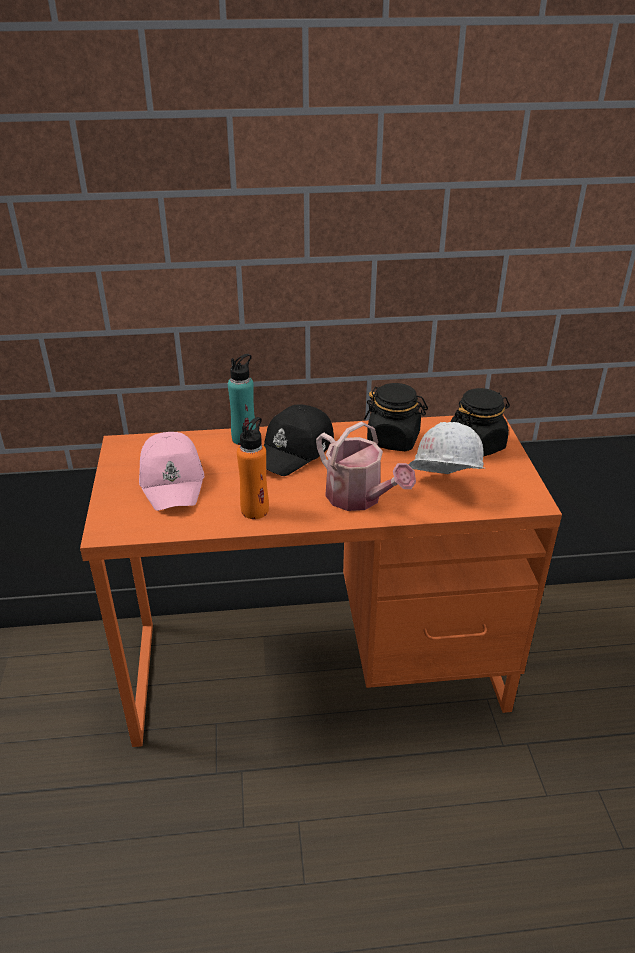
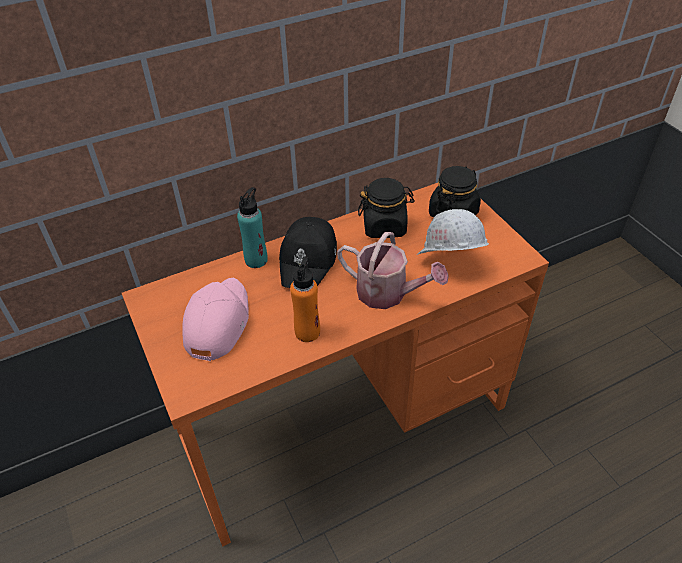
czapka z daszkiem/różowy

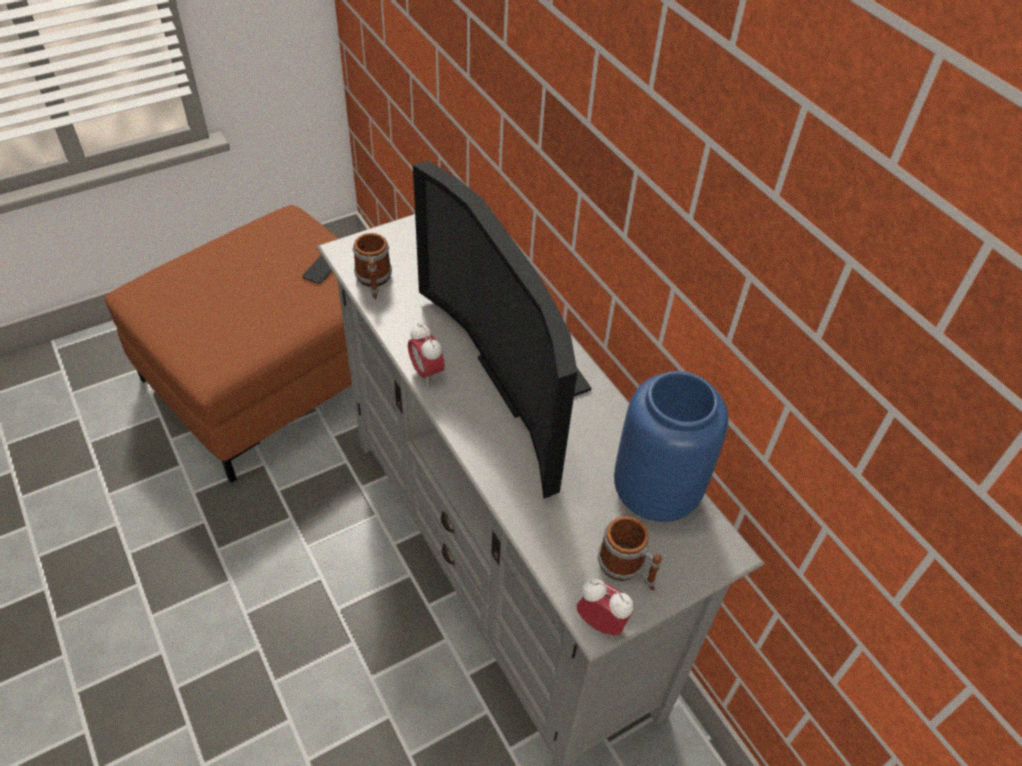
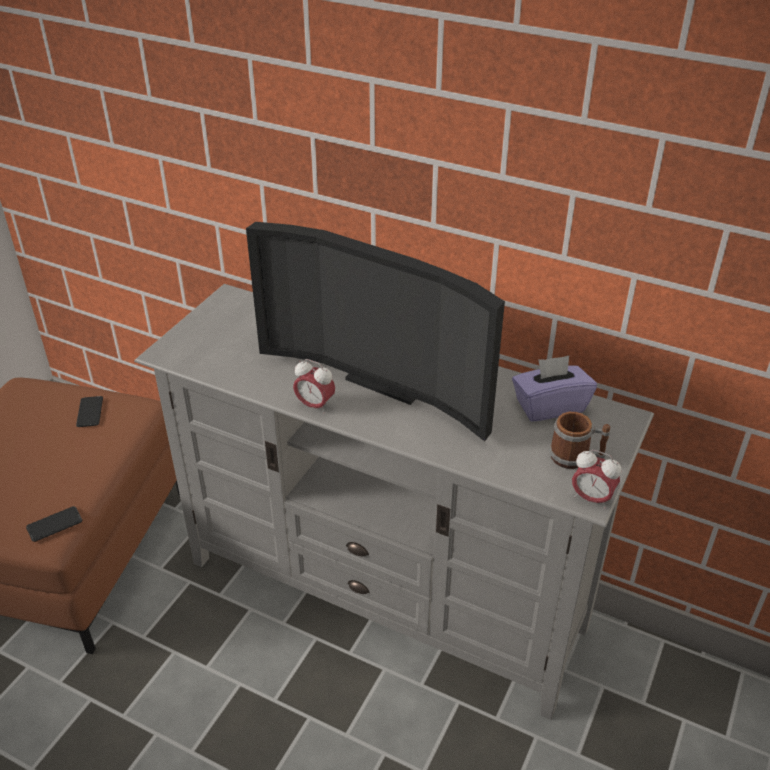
kubek (no. 1 from left in the first image)
pudełko chusteczek/fioletowy
budzik (no. 2 from left)
telefon (no. 1 from left)

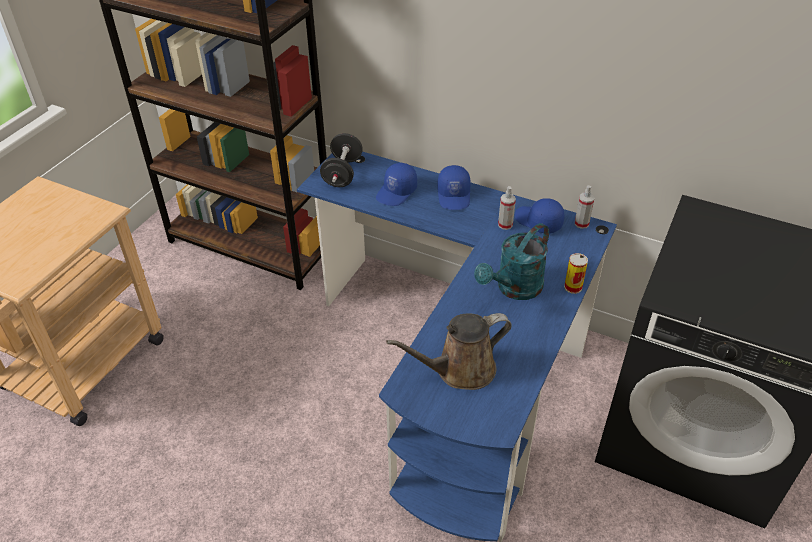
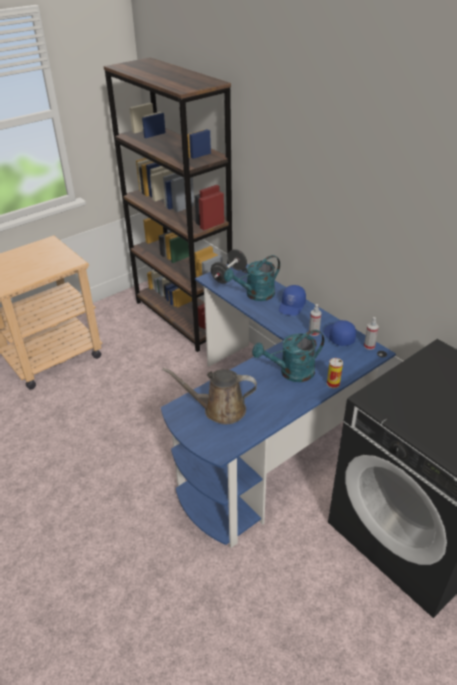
konewka/turkusowy (no. 1 from left)

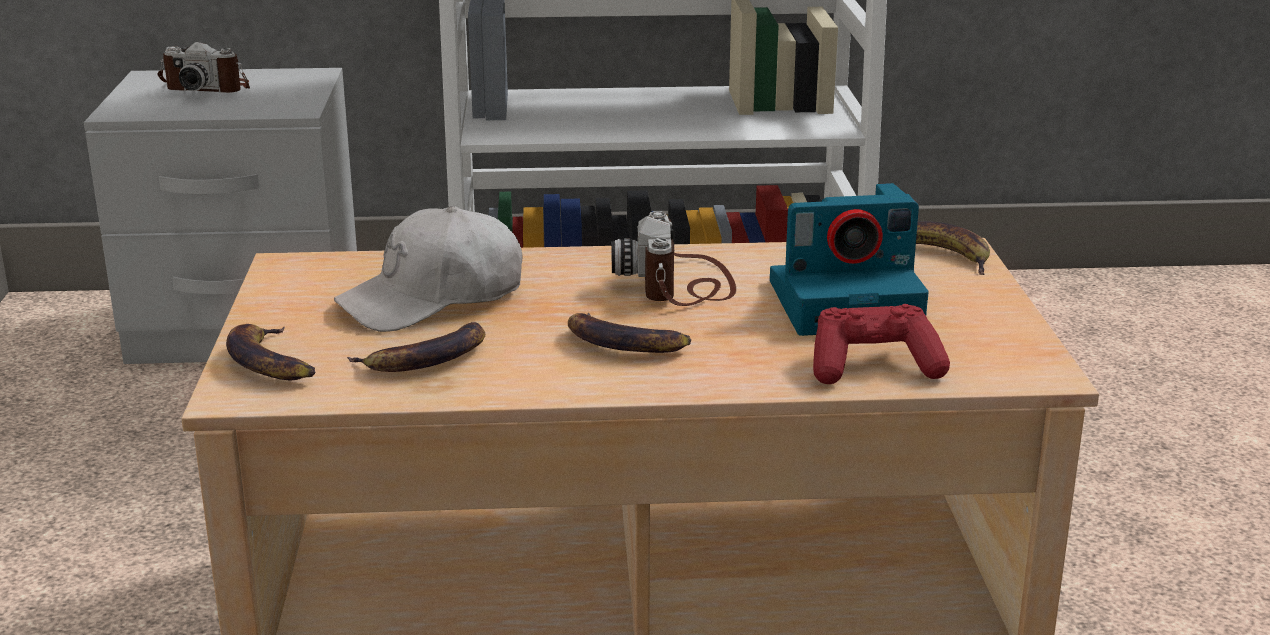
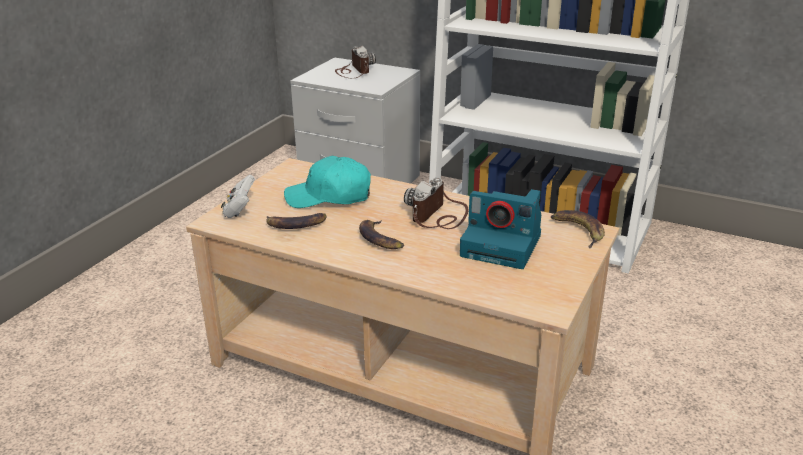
aparat fotograficzny (no. 1 from left)
czapka z daszkiem/turkusowy
pad do gier/czerwony
pad do gier/biały

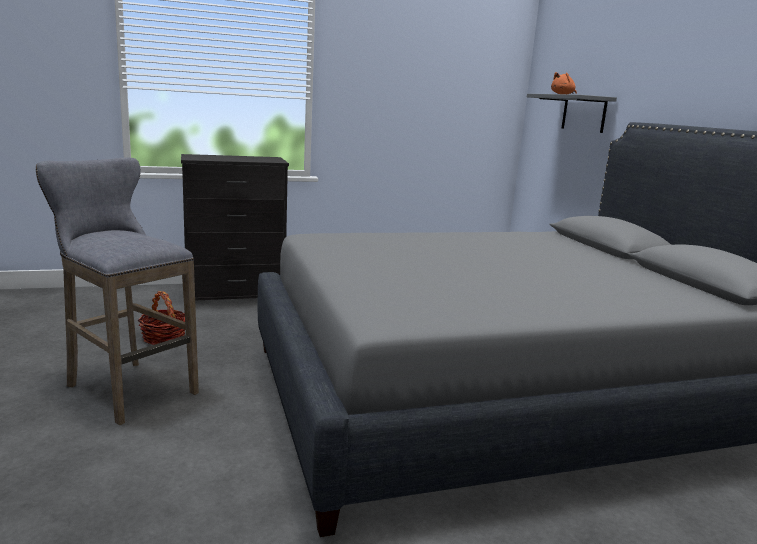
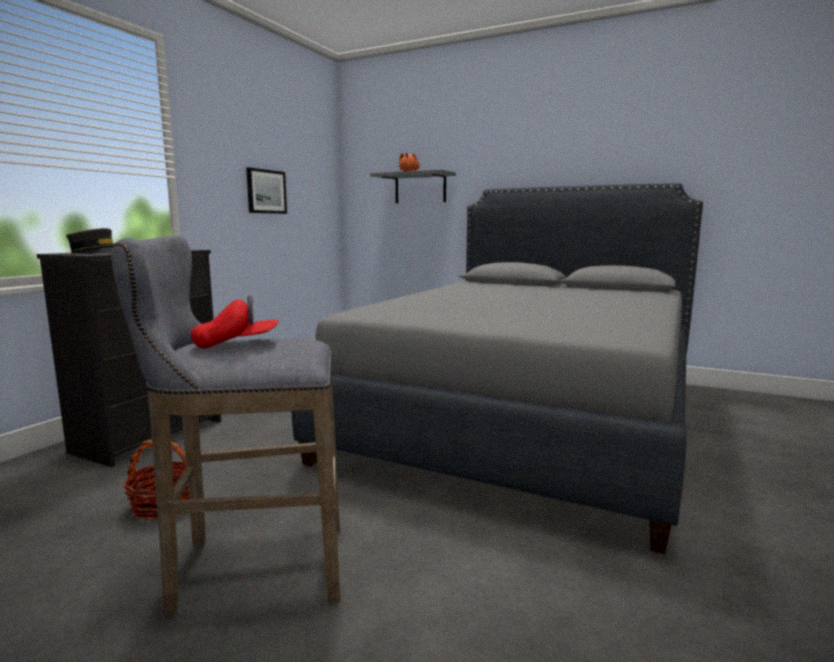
obraz
czapka z daszkiem/szary
czapka z daszkiem/czerwony

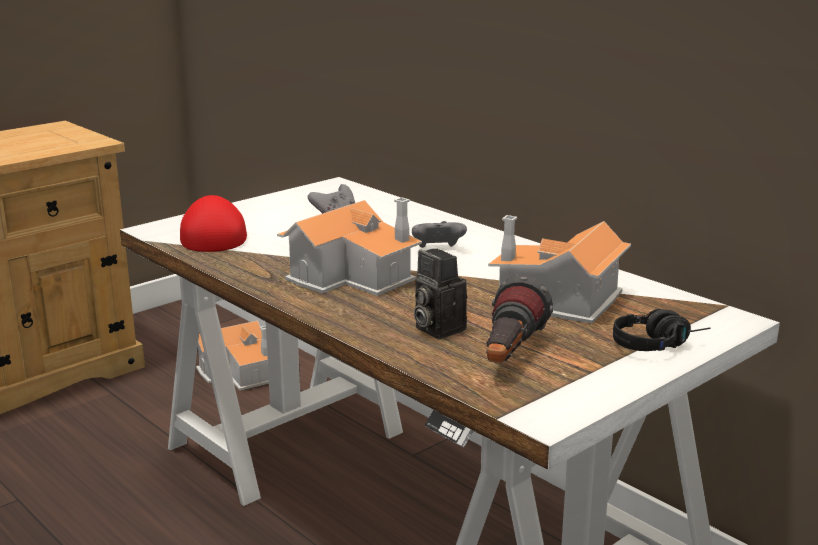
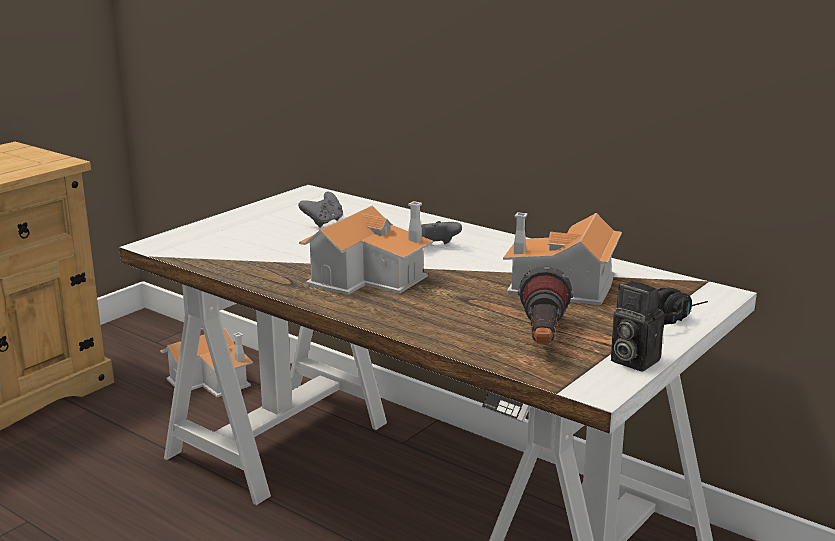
czapka z daszkiem/czerwony
aparat fotograficzny

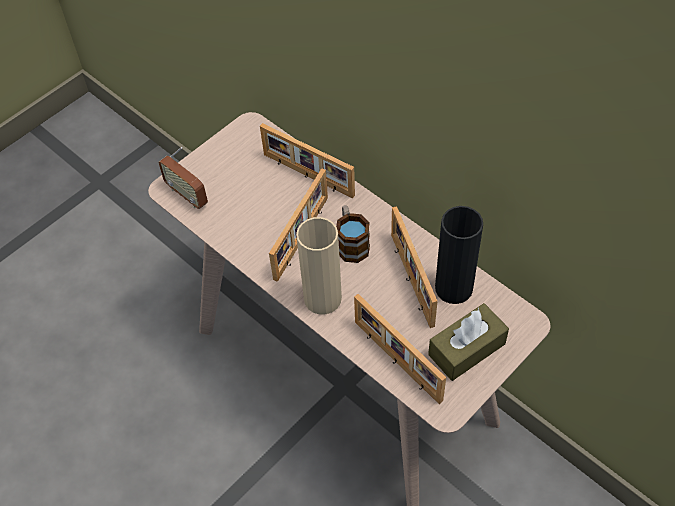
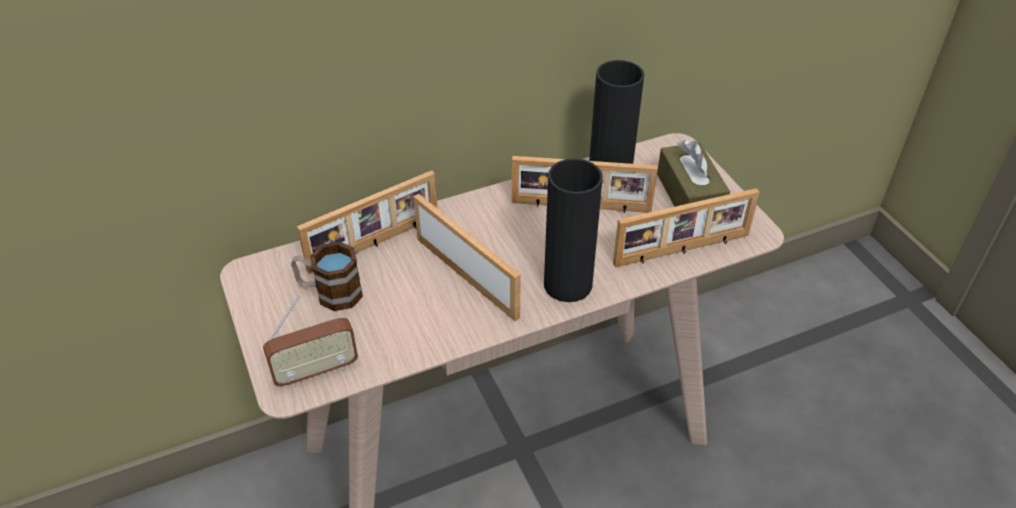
kubek
wazon/czarny (no. 1 from left)

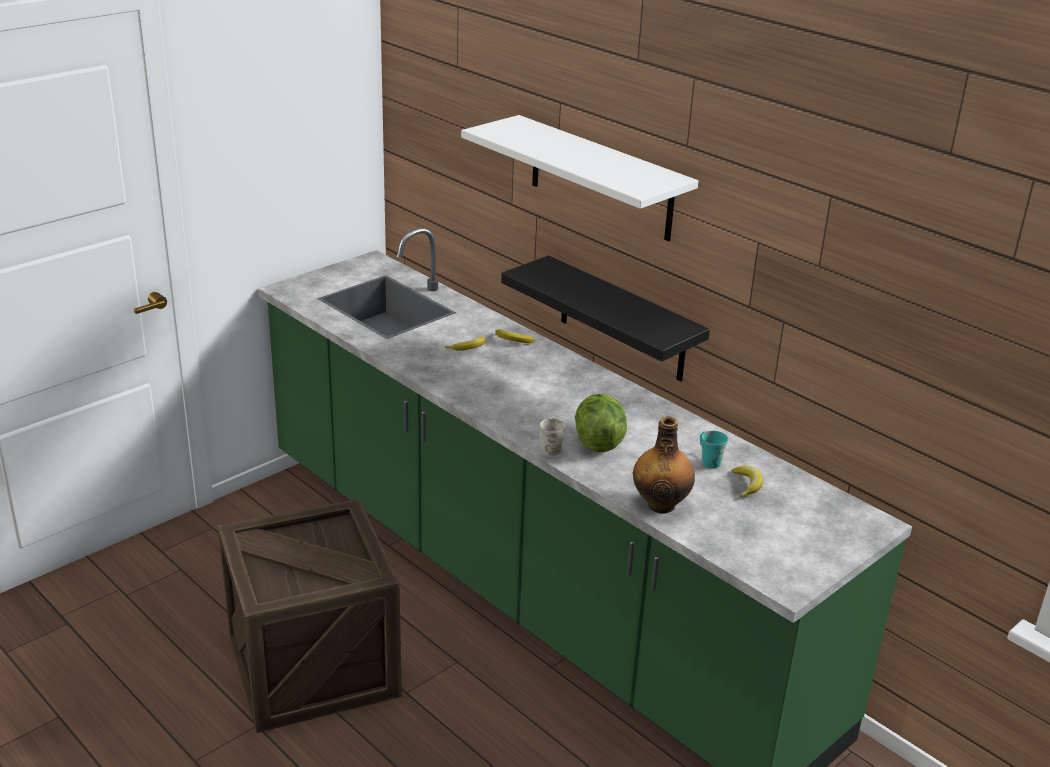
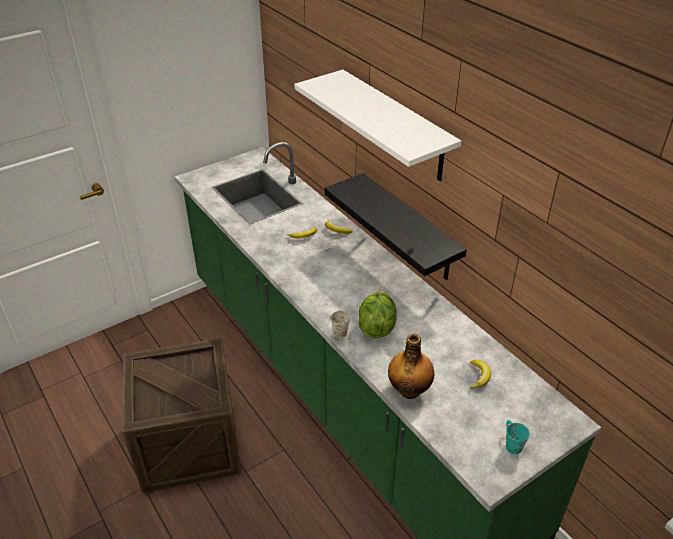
kubek/turkusowy

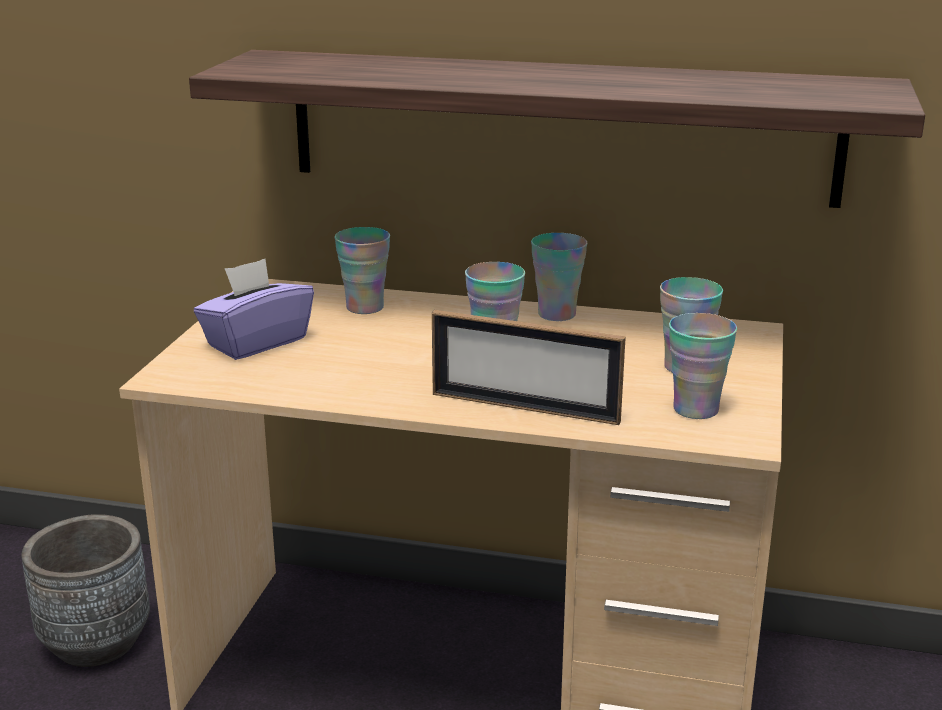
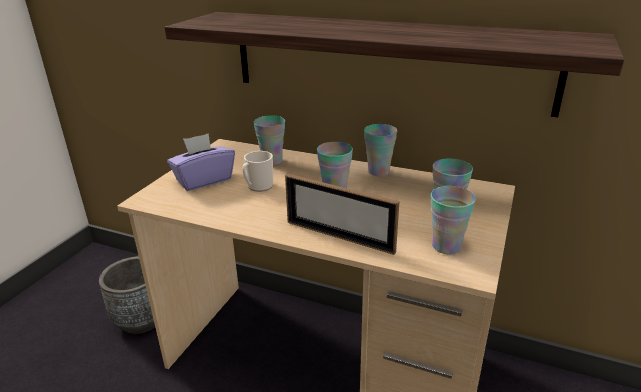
kubek

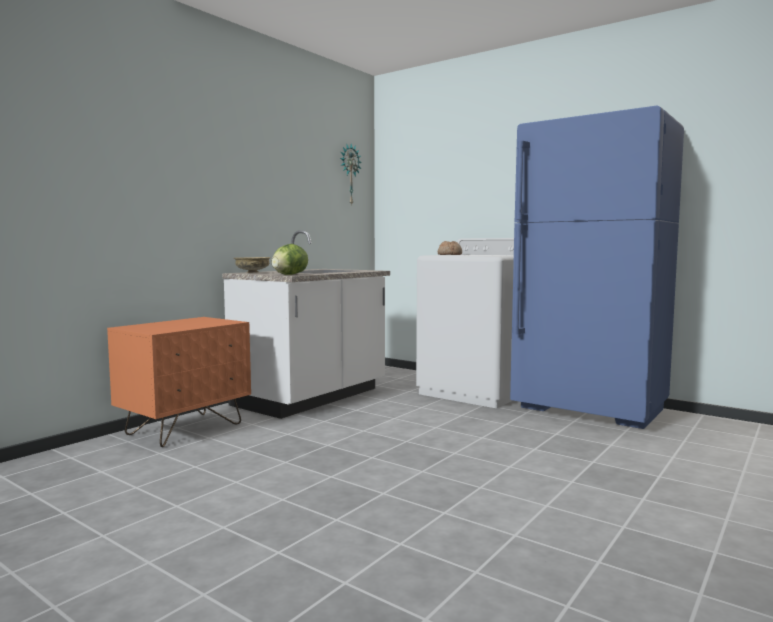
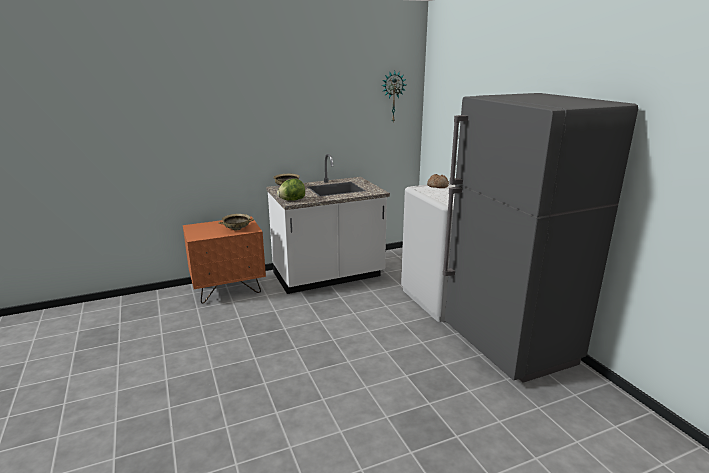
lodówka/szary
miska/beżowy (no. 1 from left)

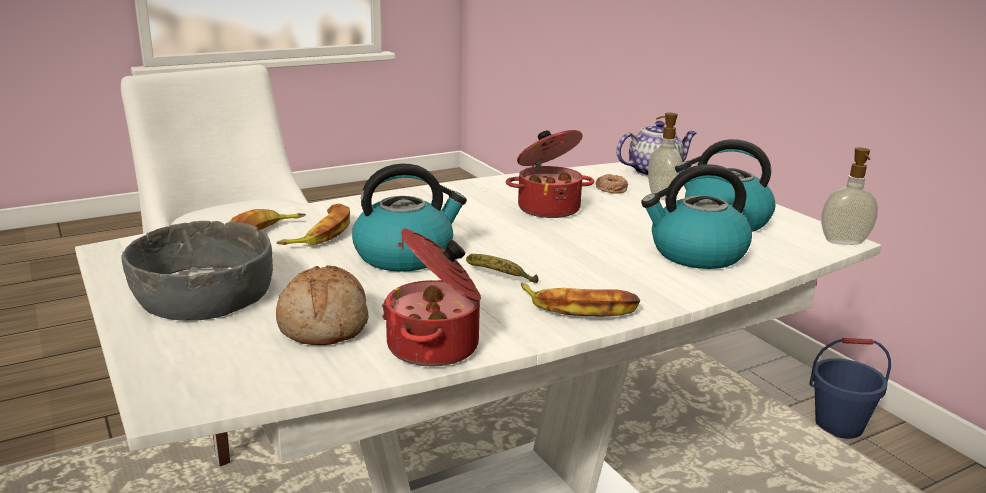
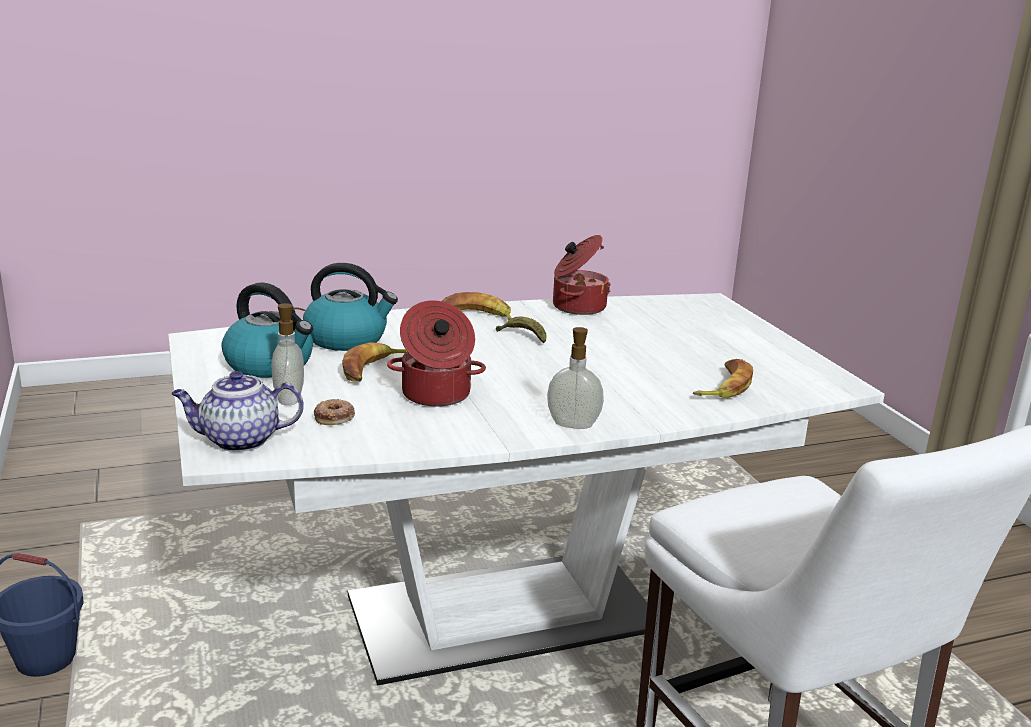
dozownik mydła (no. 2 from left)
czajnik (no. 1 from left in the first image)
banan (no. 1 from left)
miska/szary
chleb

